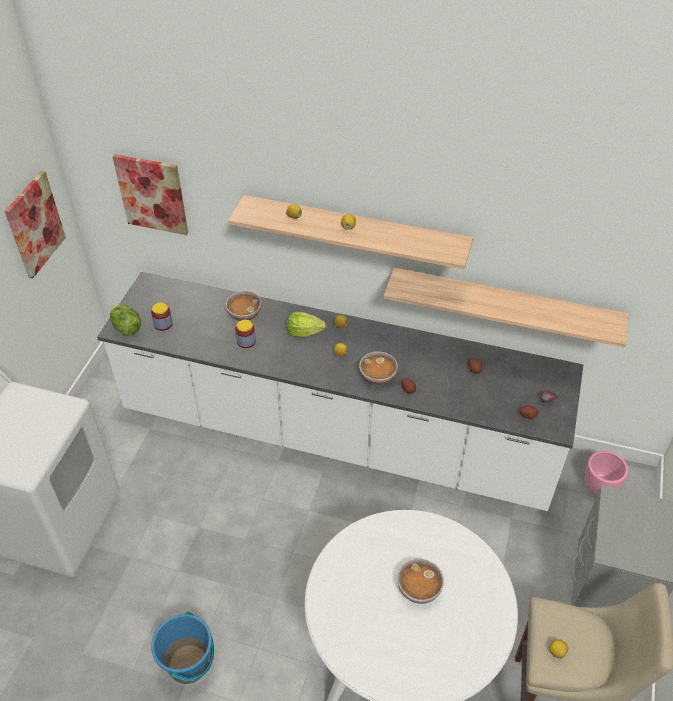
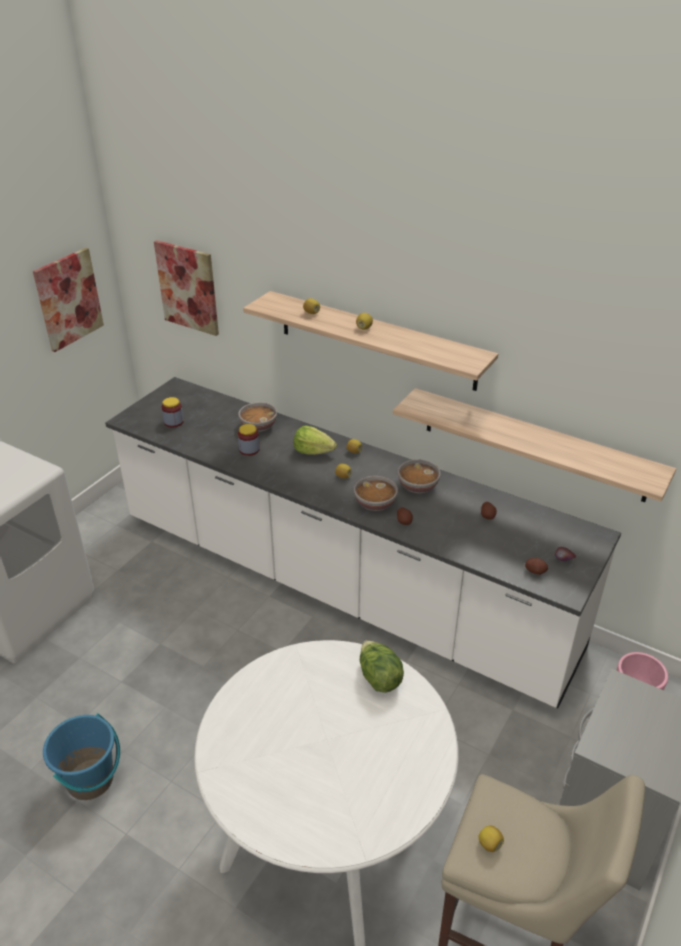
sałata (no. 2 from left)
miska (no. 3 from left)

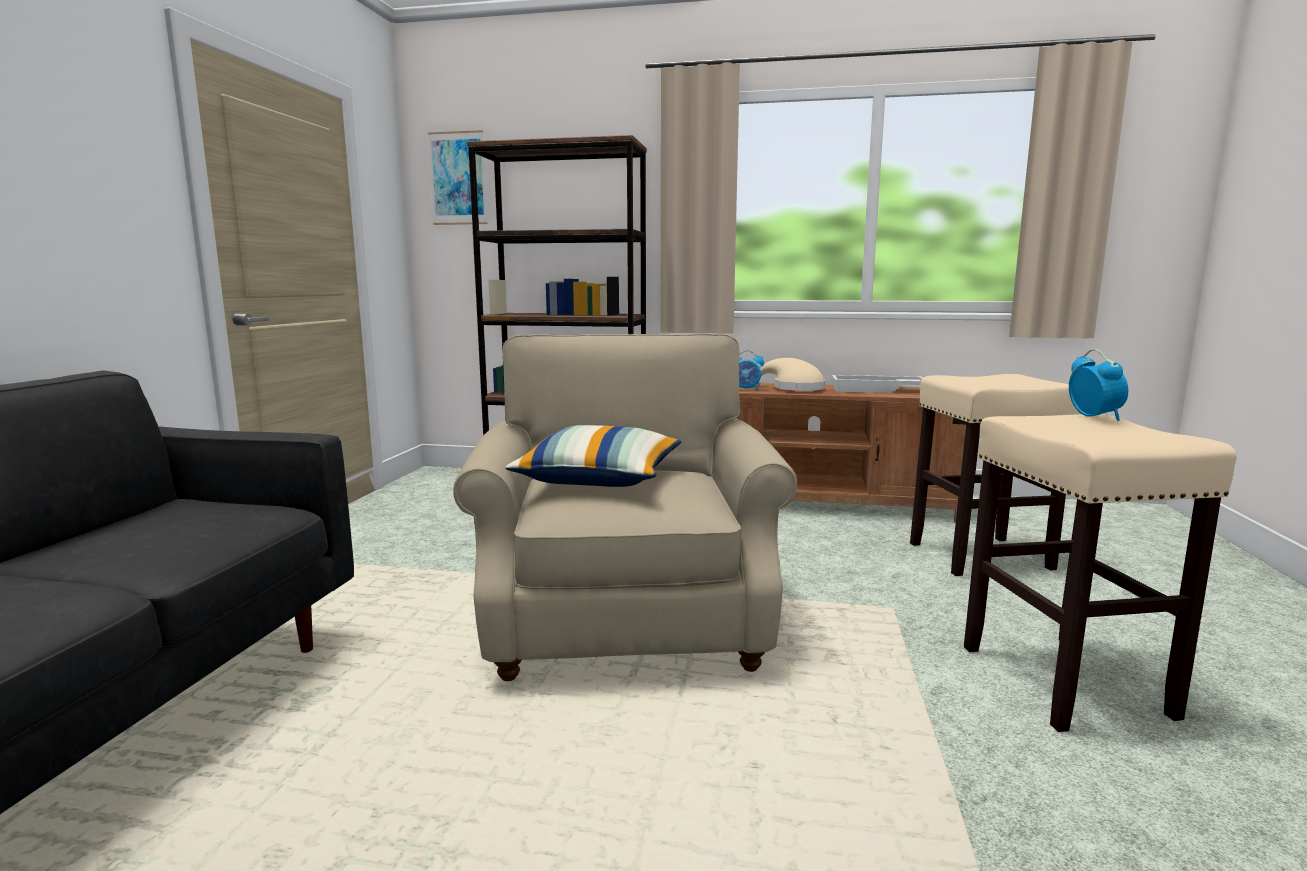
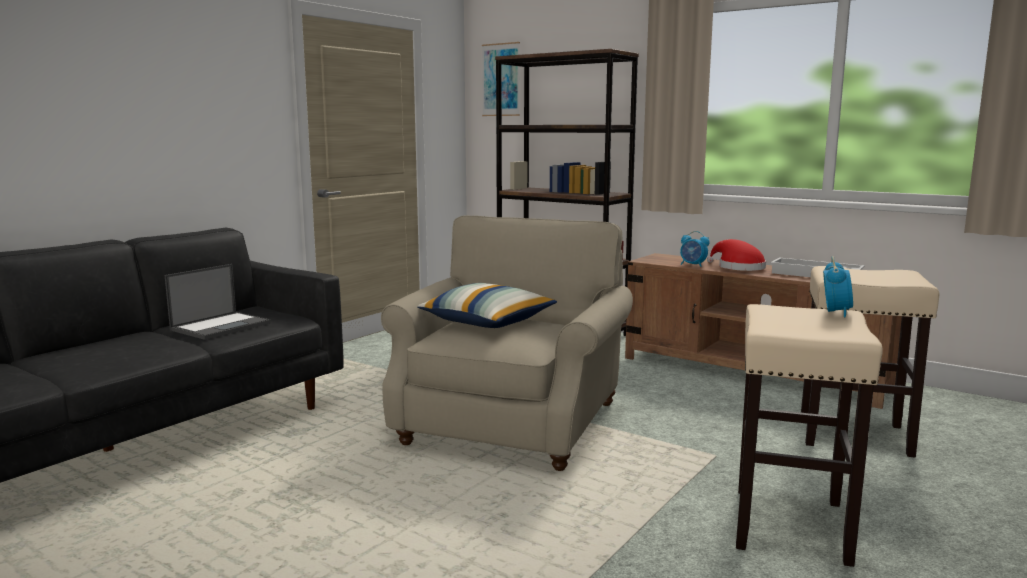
kapelusz/czerwony
laptop

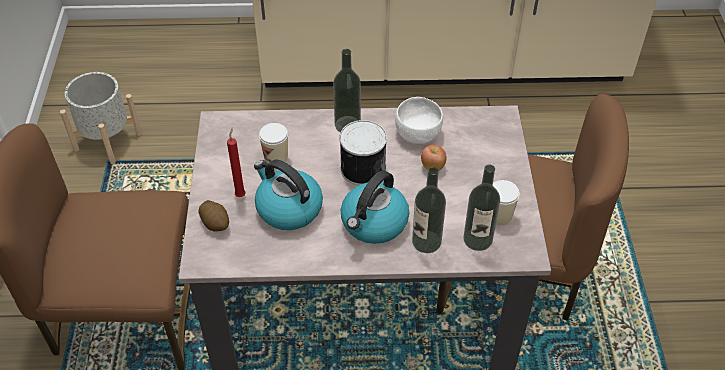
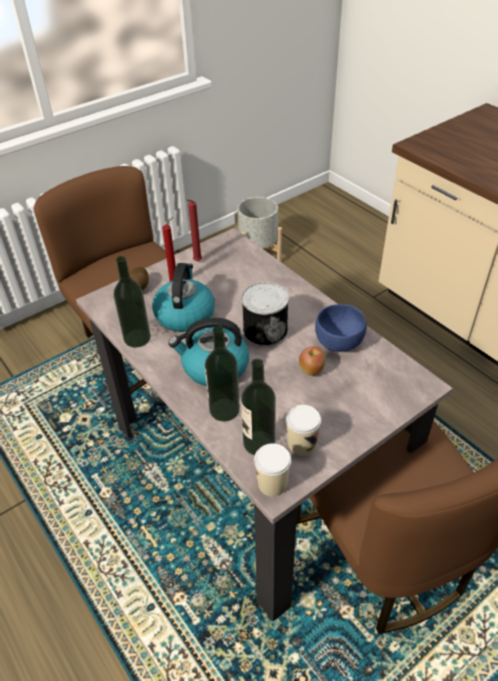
butelka (no. 1 from left)
miska/niebieski
filiżanka (no. 1 from left)
świeca/czerwony (no. 2 from left)

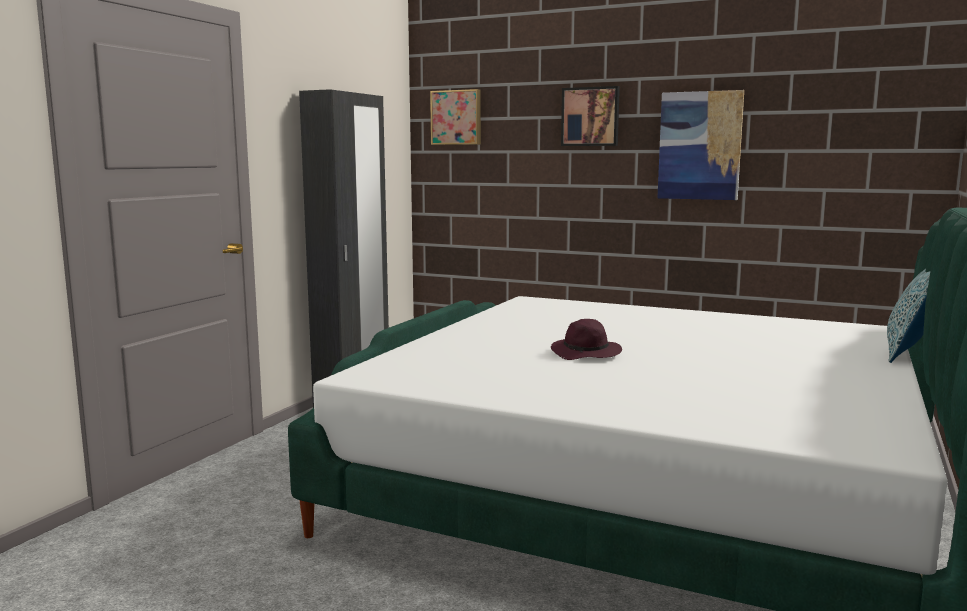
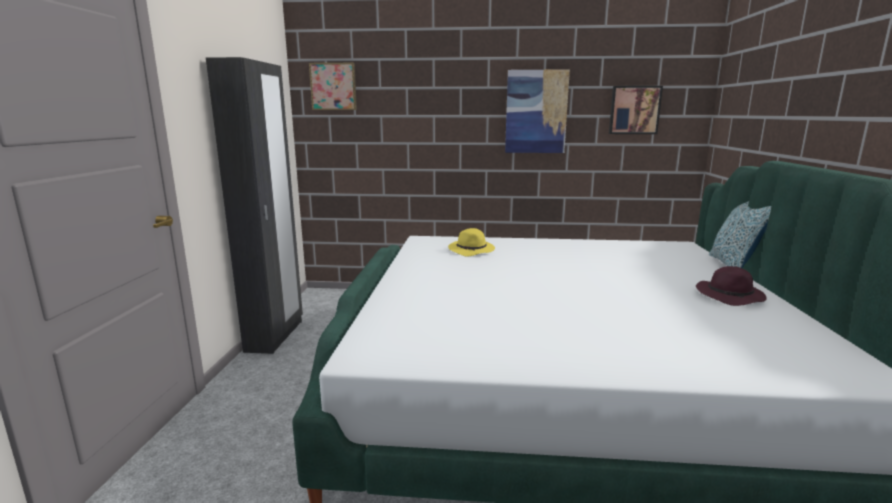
obraz (no. 3 from left)
kapelusz/fioletowy
kapelusz/żółty

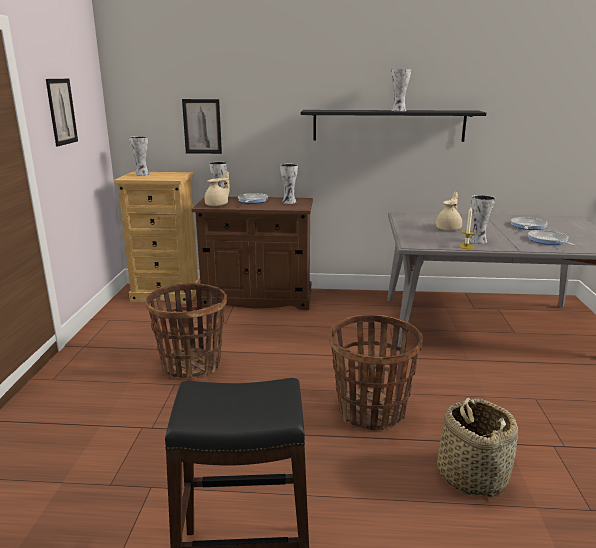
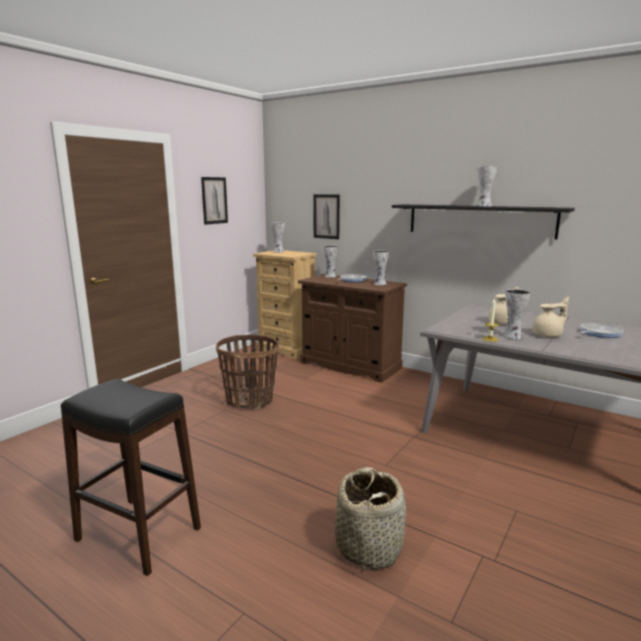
imbryk/beżowy (no. 2 from left)
patelnia (no. 3 from left in the first image)
koszyk (no. 2 from left in the first image)

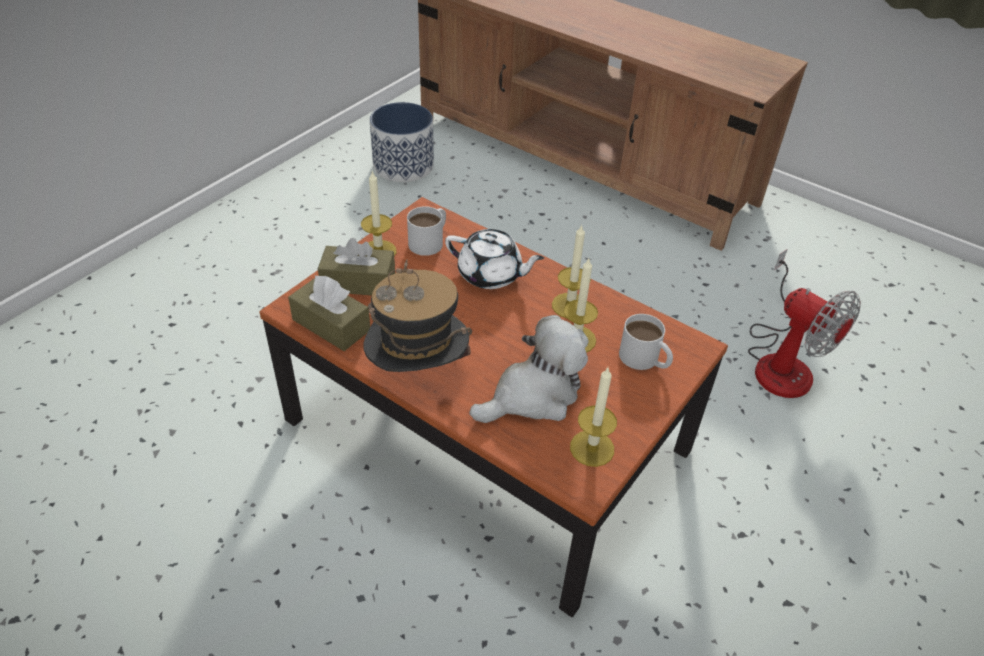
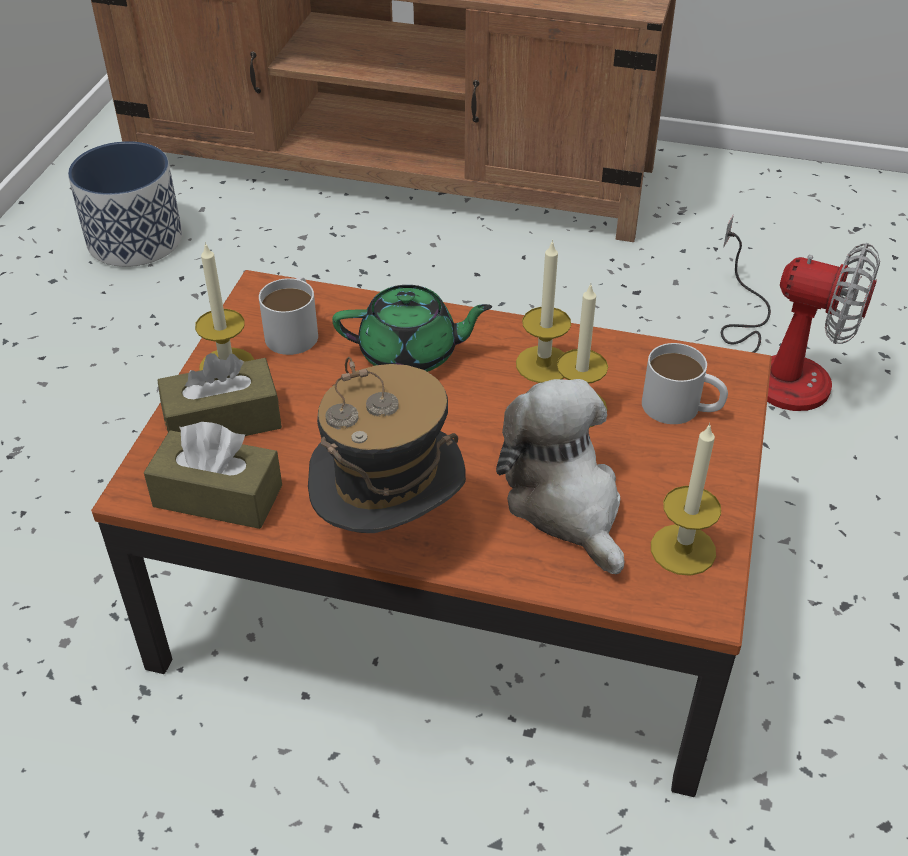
imbryk/zielony
pluszak

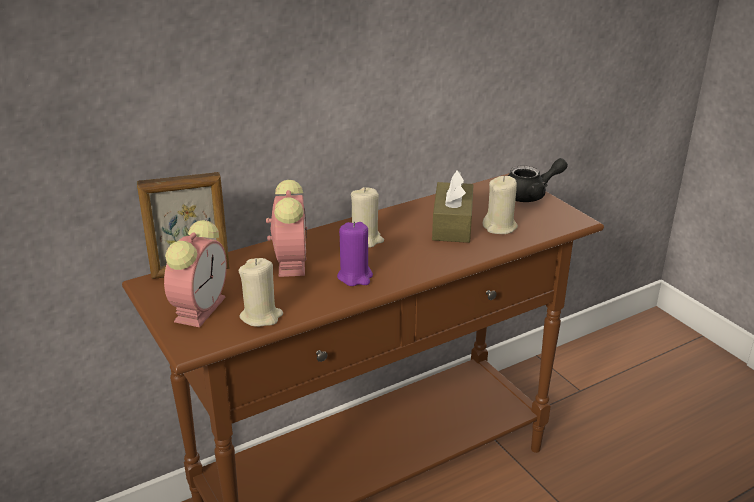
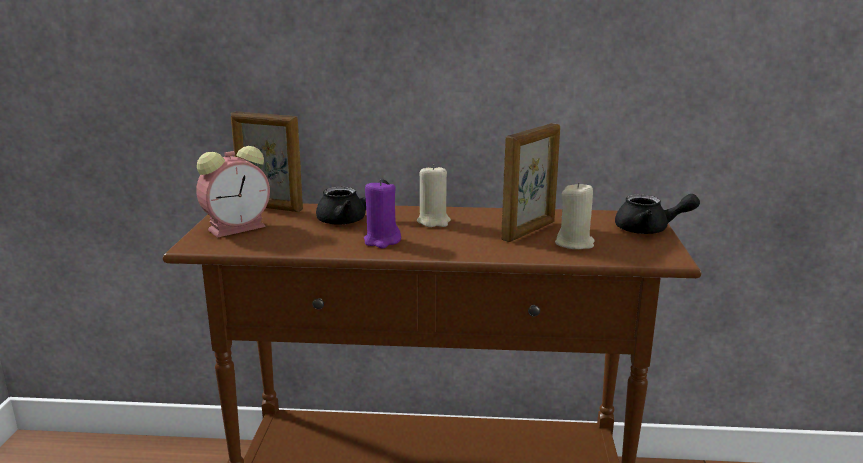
ramka na zdjęcie (no. 2 from left)
imbryk/czarny (no. 1 from left)
świeca/beżowy (no. 1 from left in the first image)

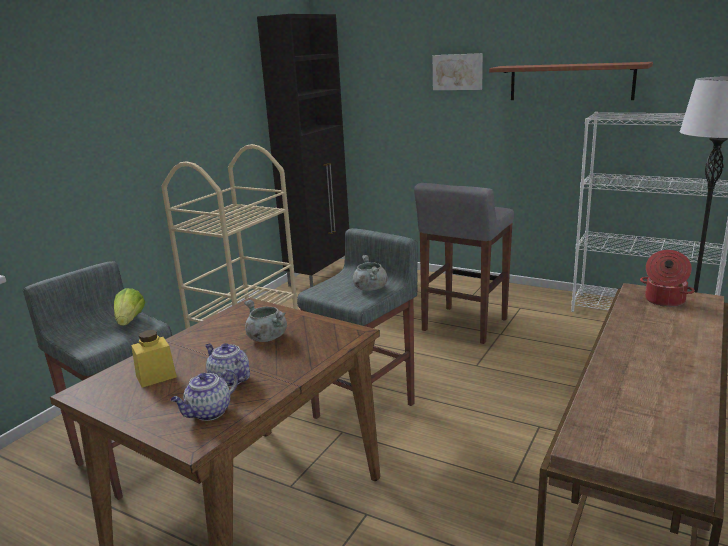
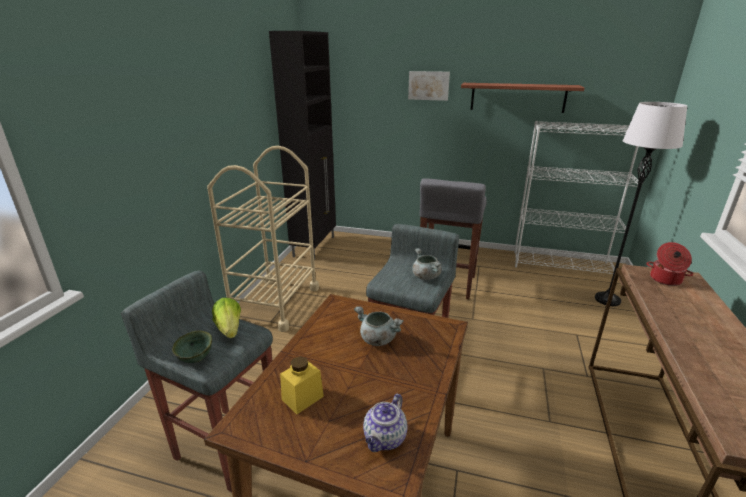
imbryk (no. 2 from left in the first image)
miska/zielony

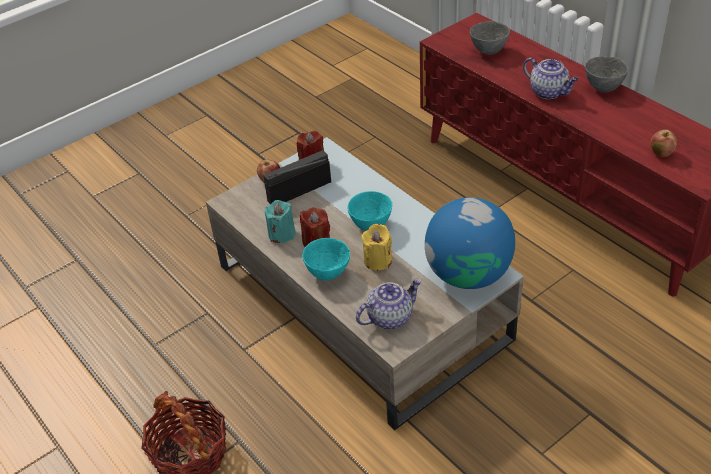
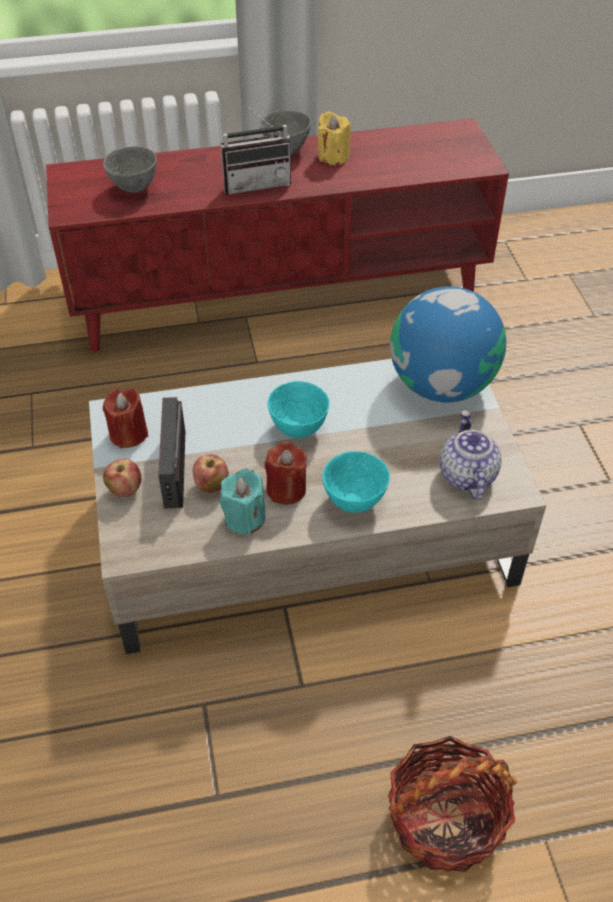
radio (no. 2 from left)
jabłko (no. 2 from left)
świeca/żółty

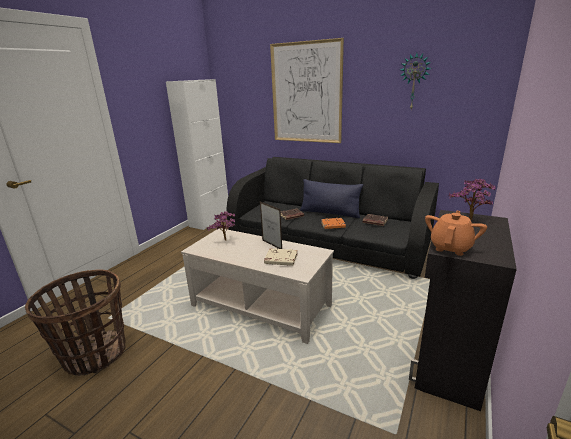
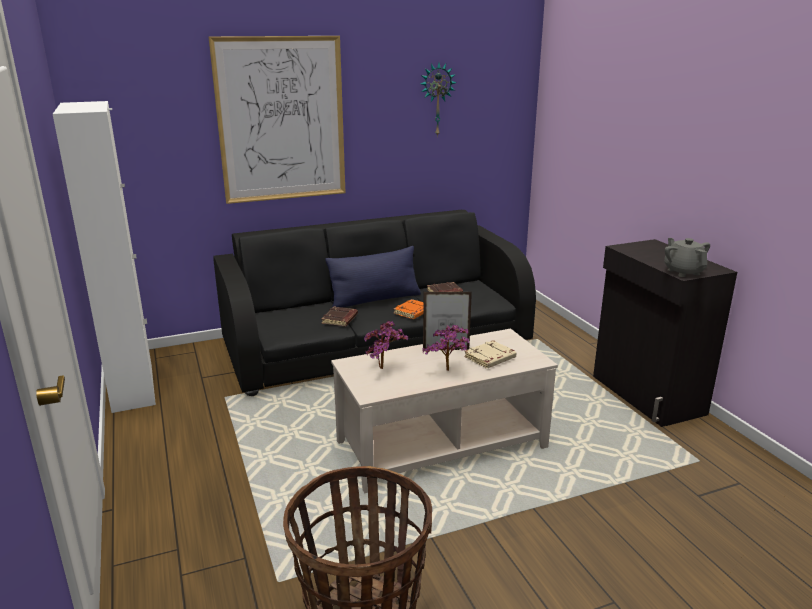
roślina doniczkowa (no. 2 from left)
imbryk/szary

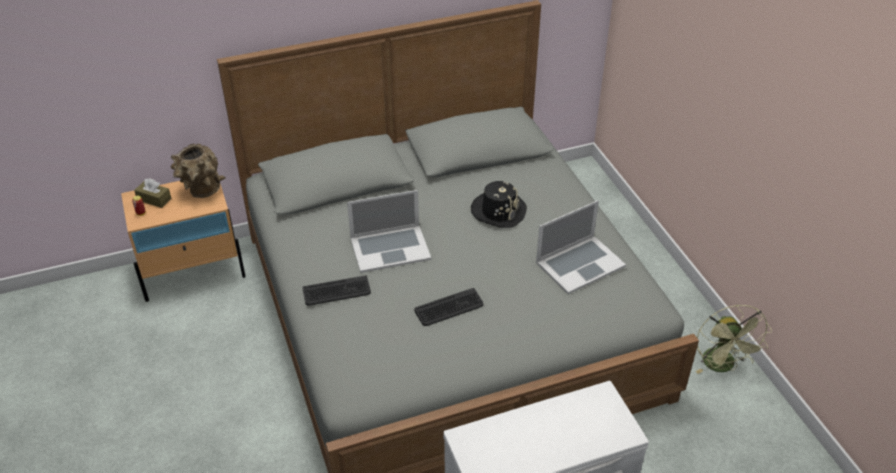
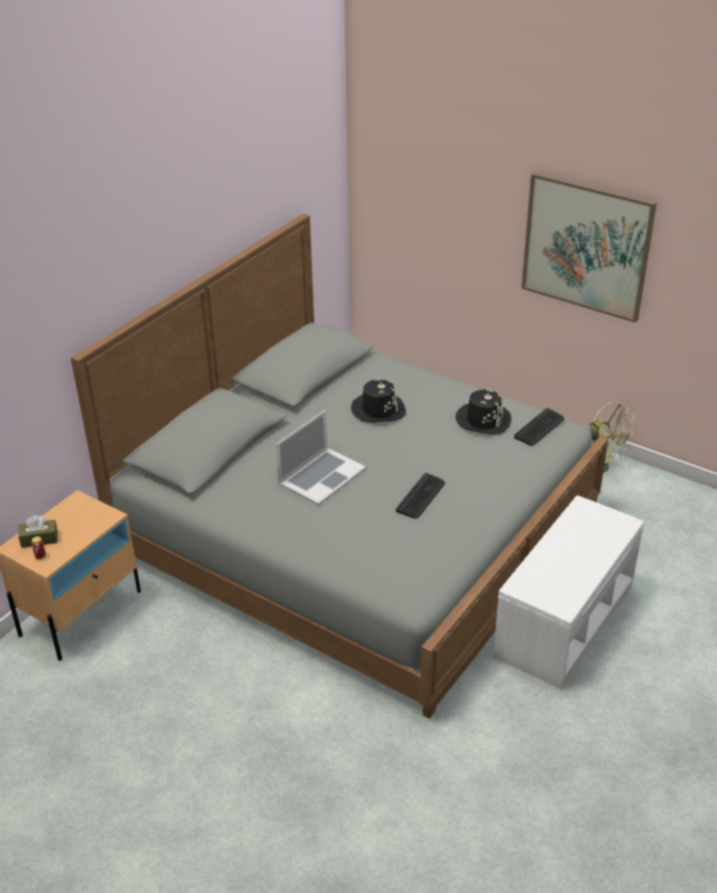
wazon/brązowy
kapelusz/czarny (no. 2 from left)
klawiatura (no. 2 from left)
obraz

